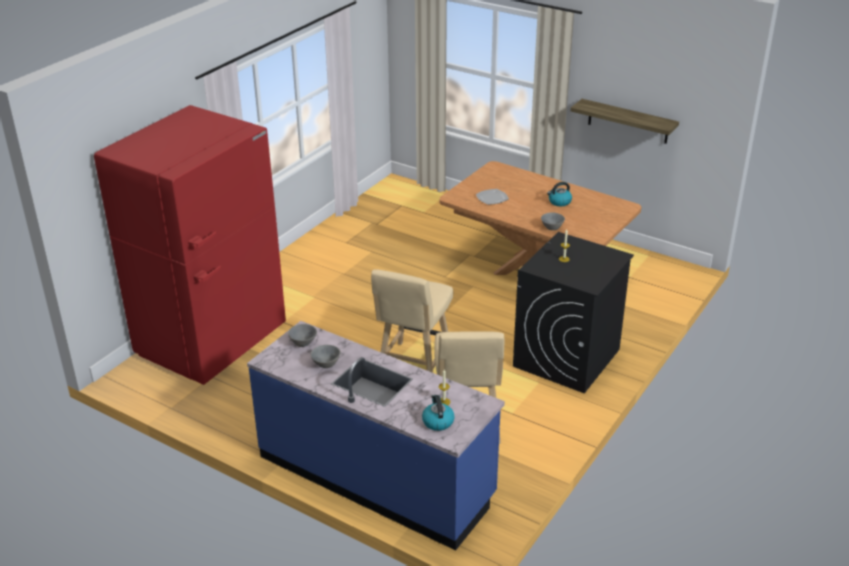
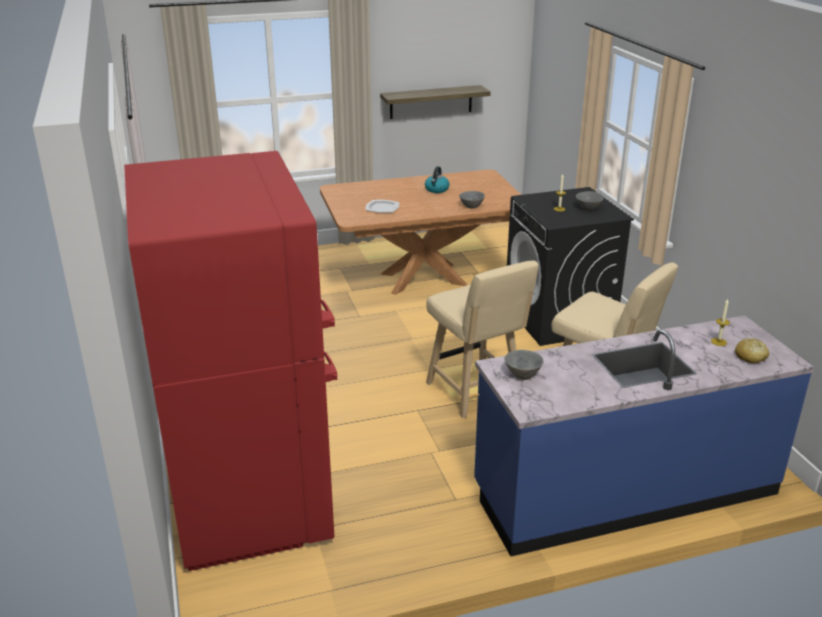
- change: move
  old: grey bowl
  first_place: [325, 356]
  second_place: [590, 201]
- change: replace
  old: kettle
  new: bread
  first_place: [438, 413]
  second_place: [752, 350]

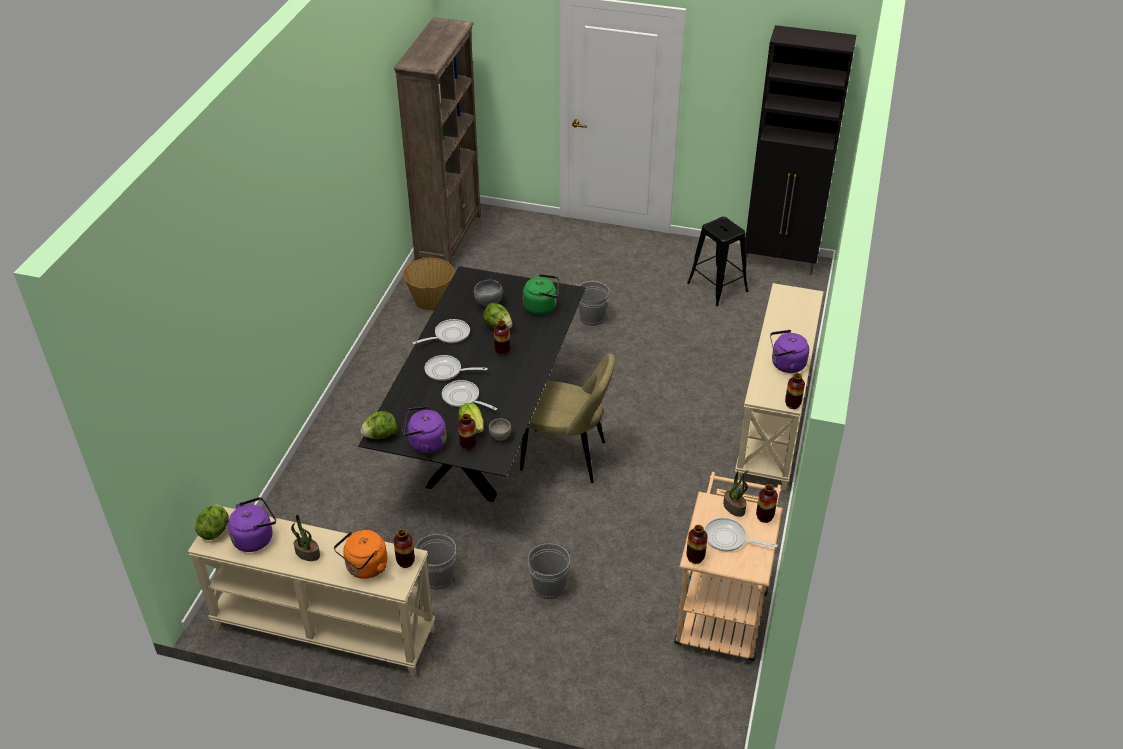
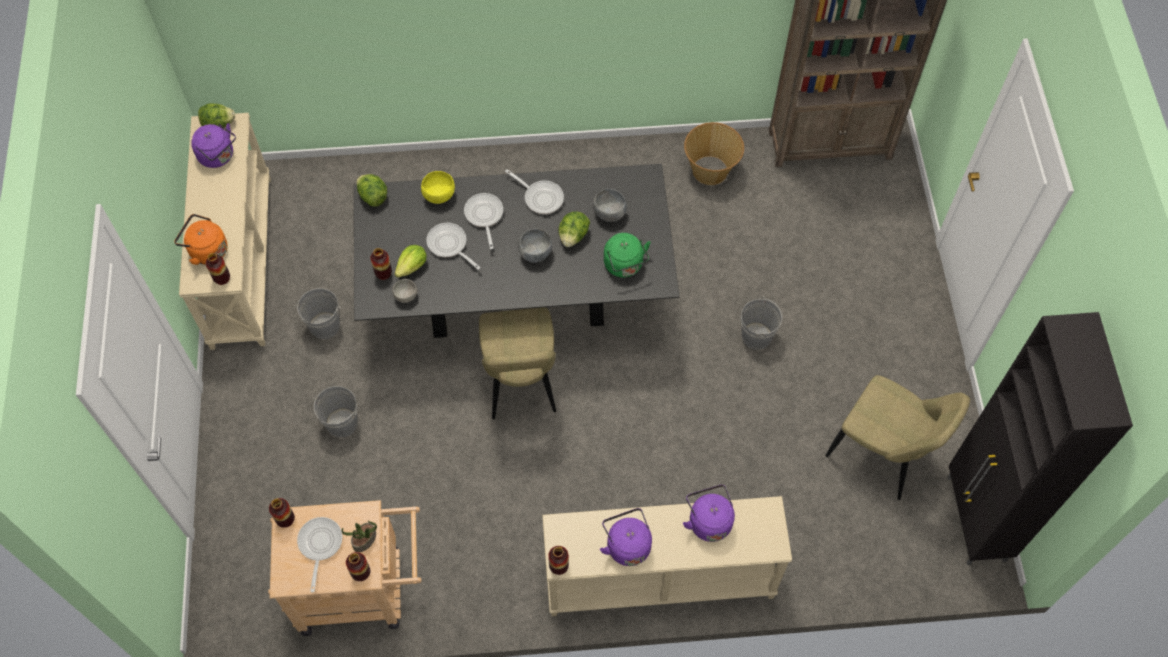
- change: delete
  old: potted plant
  first_place: [305, 538]
- change: insert
  new: yellow bowl
  second_place: [438, 187]
- change: move
  old: purple kettle
  first_place: [424, 430]
  second_place: [709, 513]
- change: replace
  old: vase
  new: grey bowl
  first_place: [502, 338]
  second_place: [535, 246]
- change: replace
  old: black stool
  new: beige chair
  first_place: [717, 261]
  second_place: [897, 437]
- change: rotate
  old: frying pan
  first_place: [470, 395]
  second_place: [453, 246]
  degrees: -60

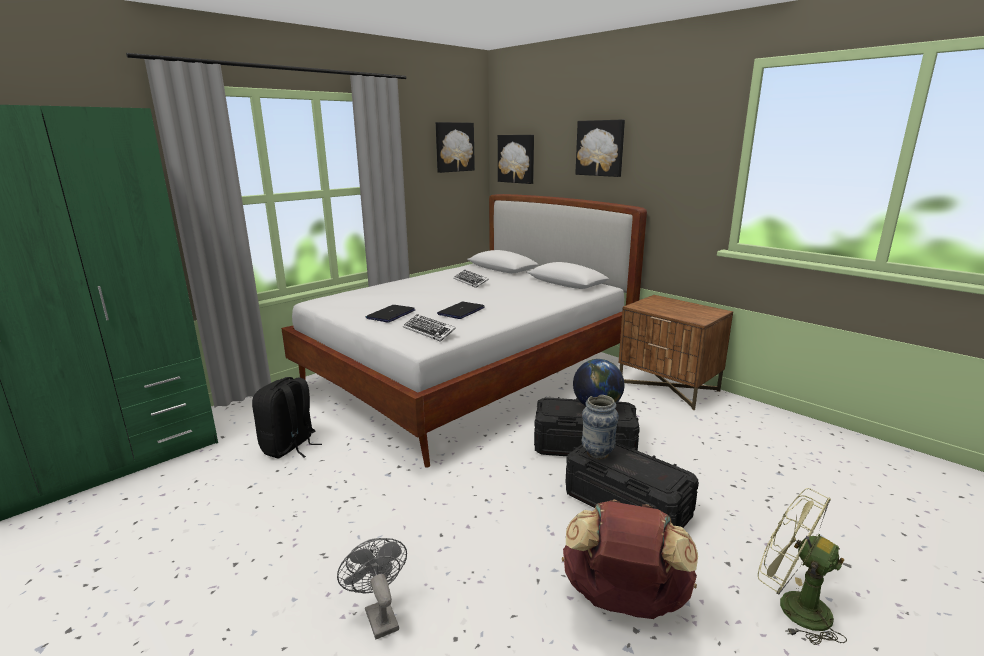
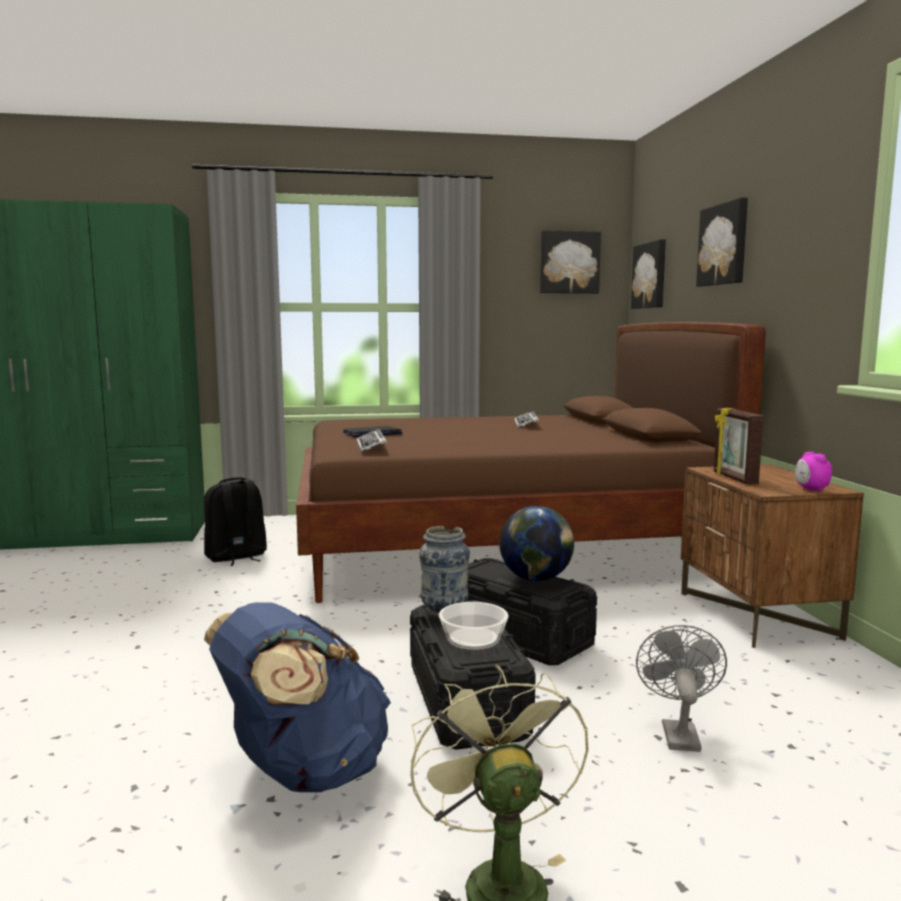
- change: delete
  old: laptop
  first_place: [461, 310]
- change: insert
  new: bowl
  second_place: [474, 626]
- change: insert
  new: picture frame
  second_place: [739, 446]
- change: insert
  new: alarm clock
  second_place: [813, 472]
- change: move
  old: grey fan
  first_place: [372, 589]
  second_place: [681, 688]
- change: recolor
  old: white bed
  new: brown bed
  first_place: [464, 331]
  second_place: [531, 462]
- change: recolor
  old: brown backpack
  new: blue backpack
  first_place: [630, 559]
  second_place: [297, 697]

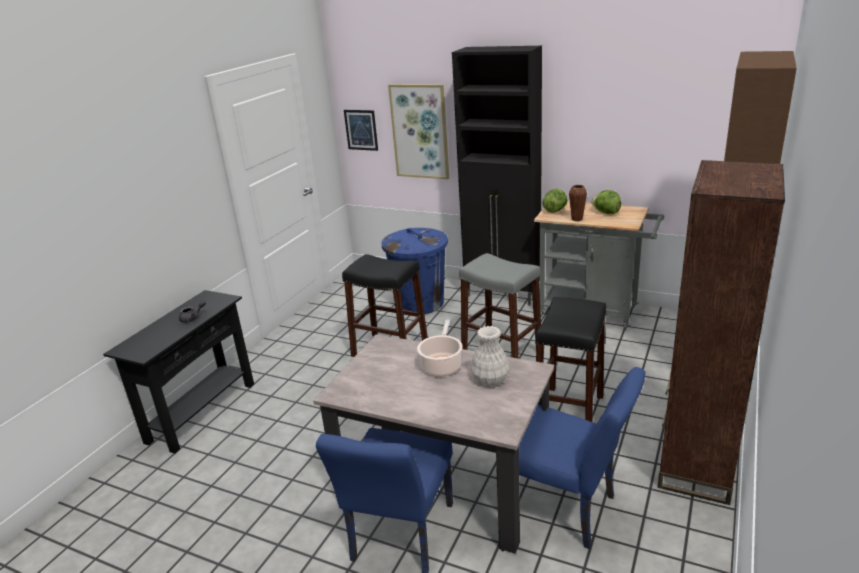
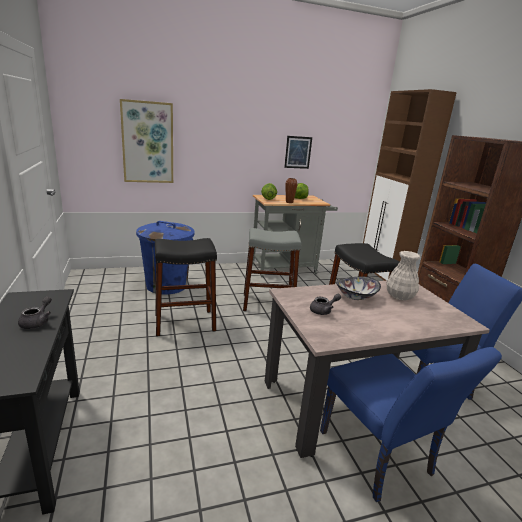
- change: delete
  old: black cabinet
  first_place: [497, 175]
- change: insert
  new: grey teapot
  second_place: [325, 304]
- change: move
  old: picture
  first_place: [361, 130]
  second_place: [298, 152]
- change: replace
  old: cooking pot
  new: bowl
  first_place: [440, 348]
  second_place: [358, 288]

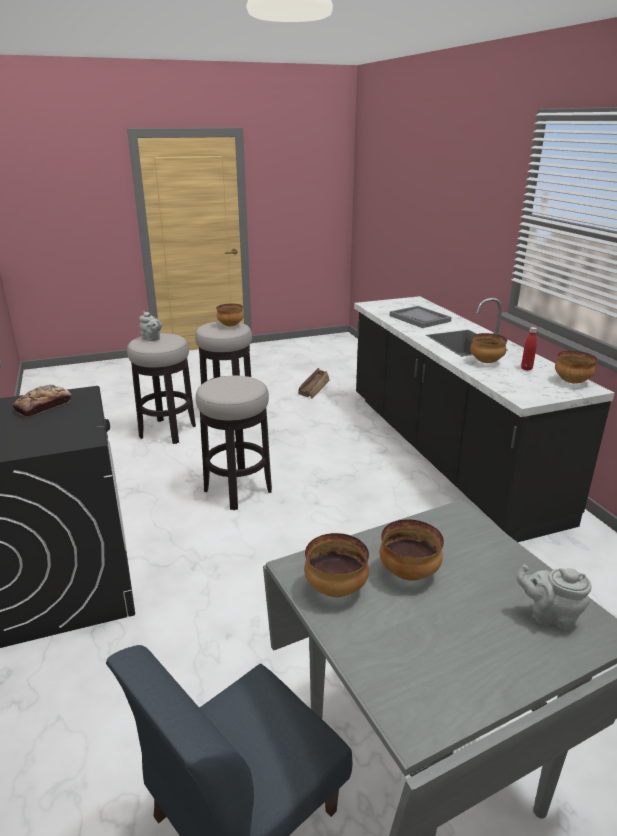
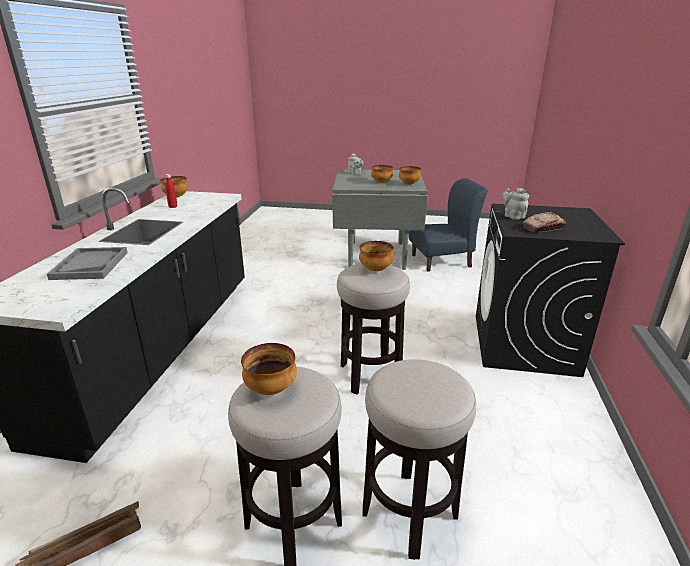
- change: move
  old: grey teapot
  first_place: [150, 326]
  second_place: [516, 204]
- change: move
  old: bowl
  first_place: [488, 348]
  second_place: [376, 256]

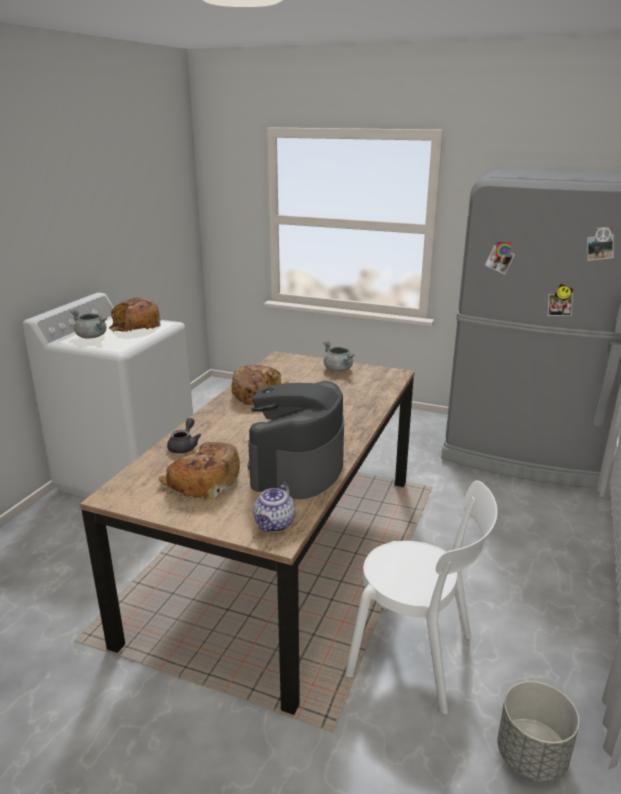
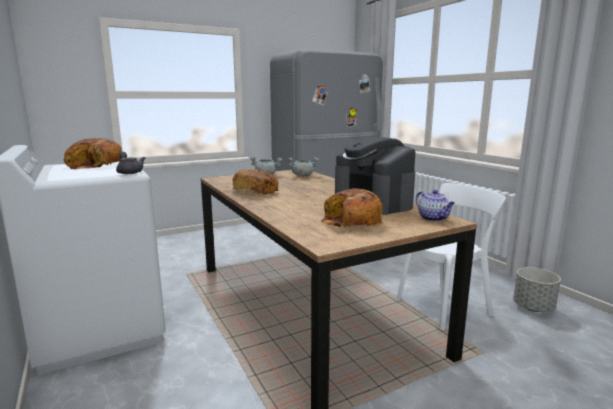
- change: move
  old: grey cooking pot
  first_place: [88, 324]
  second_place: [303, 166]
- change: move
  old: grey teapot
  first_place: [184, 436]
  second_place: [130, 163]

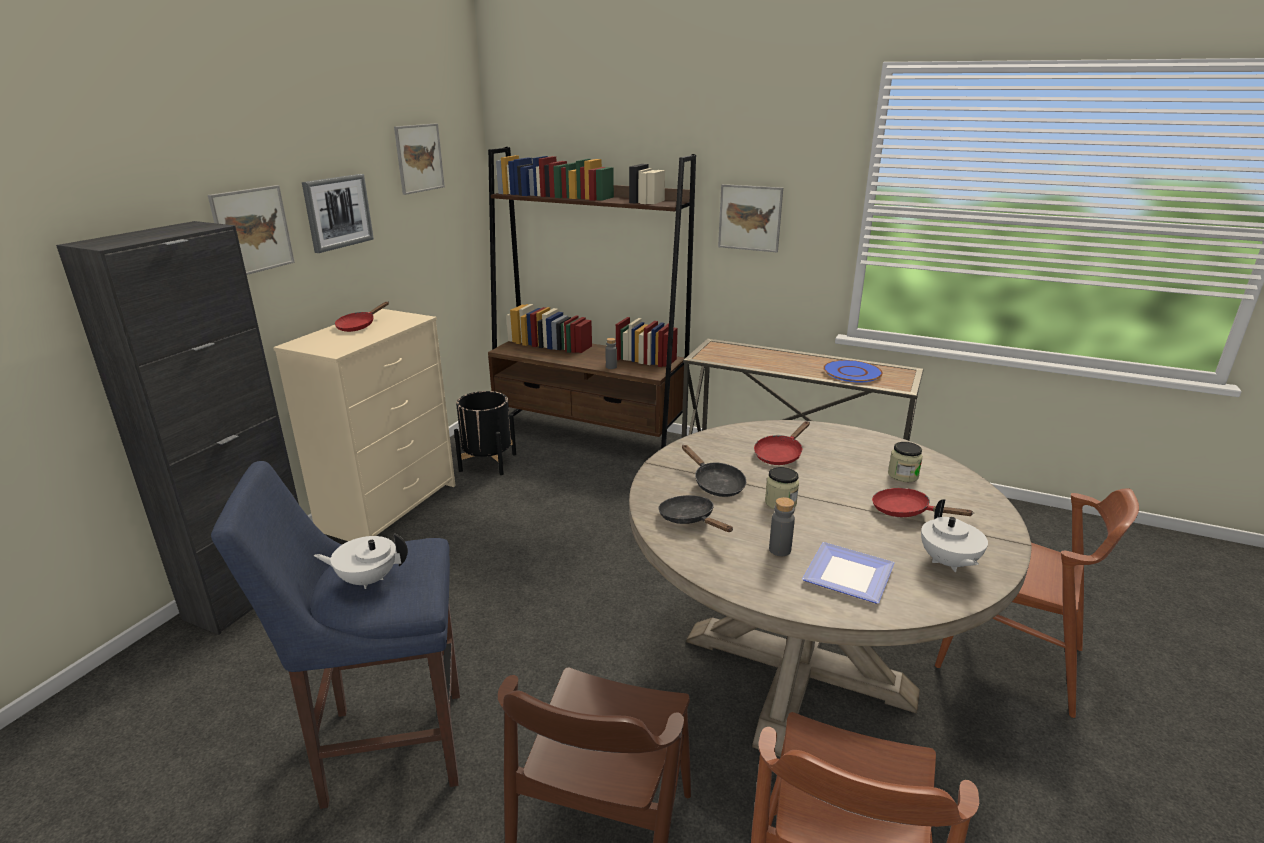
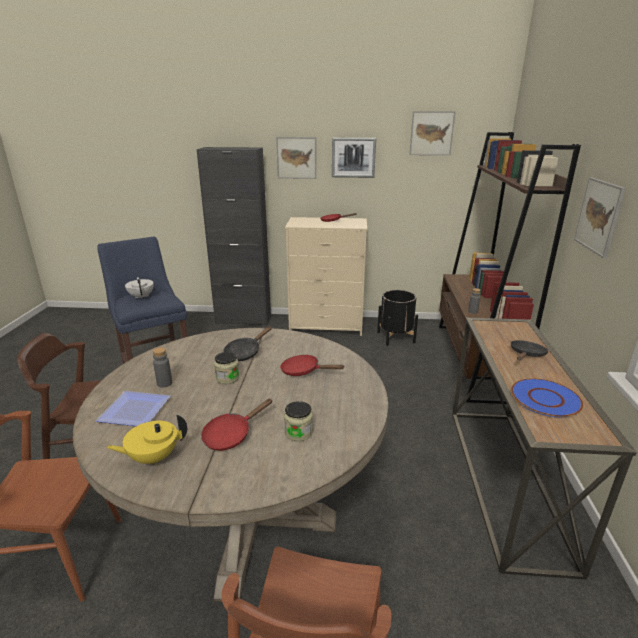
- change: move
  old: black frying pan
  first_place: [695, 513]
  second_place: [529, 350]
- change: recolor
  old: white teapot
  new: yellow teapot
  first_place: [954, 535]
  second_place: [146, 440]
- change: rotate
  old: red frying pan
  first_place: [923, 502]
  second_place: [237, 425]
  degrees: -150

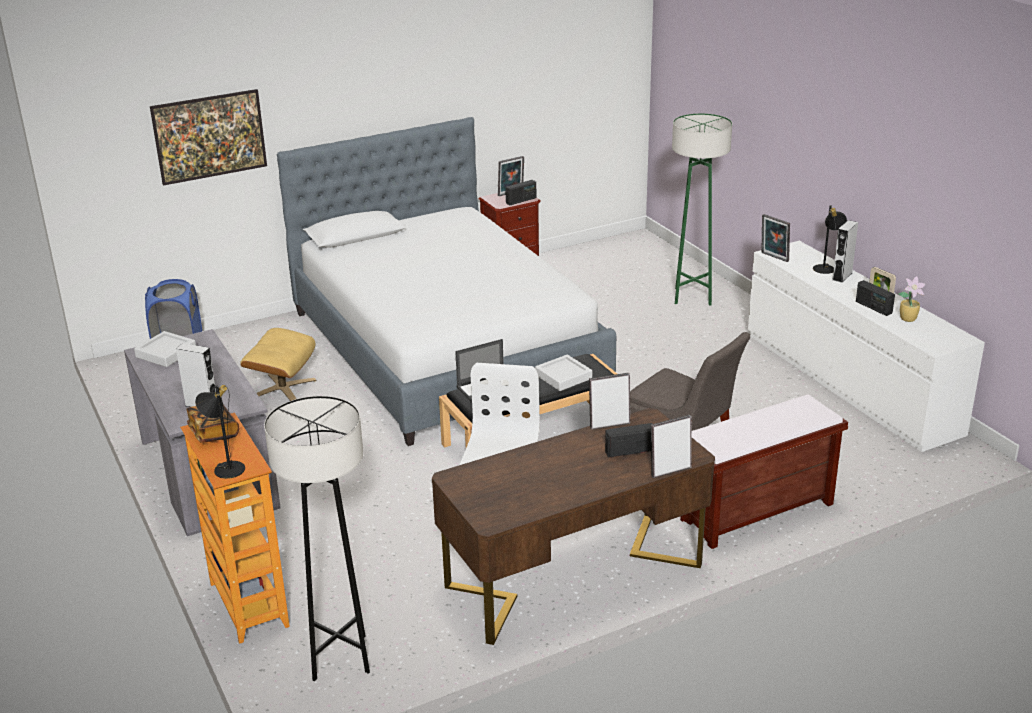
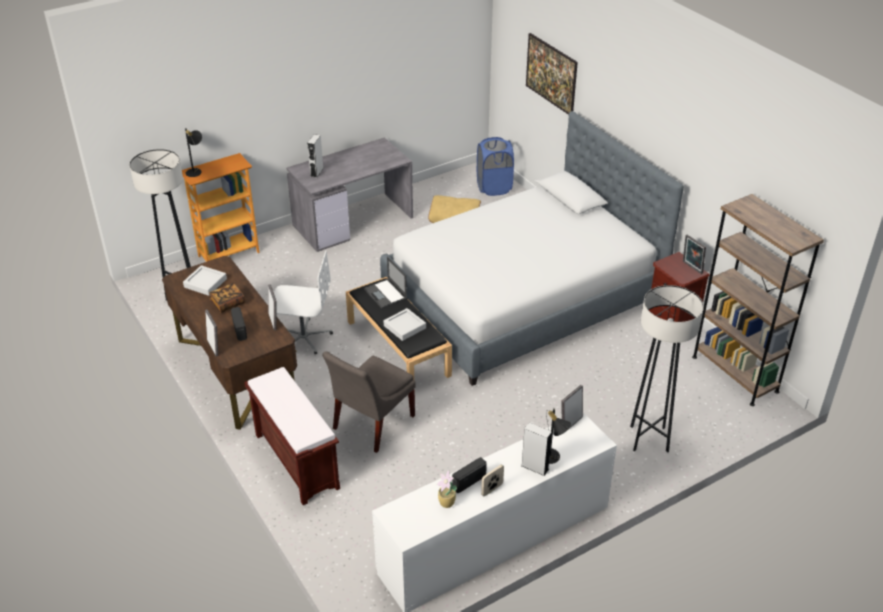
- change: delete
  old: radio
  first_place: [520, 192]
- change: insert
  new: brown bookcase
  second_place: [758, 300]
- change: move
  old: grey tray
  first_place: [165, 349]
  second_place: [205, 280]
- change: move
  old: book
  first_place: [212, 424]
  second_place: [227, 298]
- change: recolor
  old: green floor lamp
  new: grey floor lamp
  first_place: [702, 209]
  second_place: [667, 368]

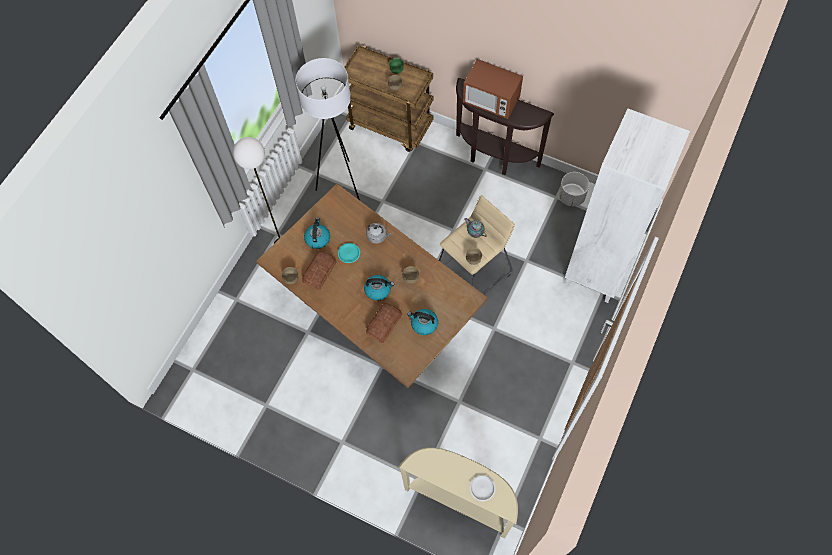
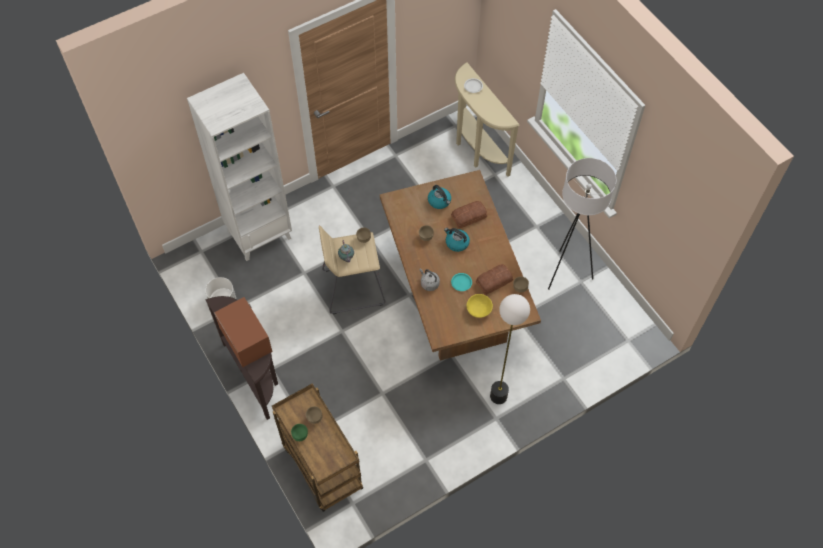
- change: move
  old: white floor lamp
  first_place: [327, 129]
  second_place: [582, 224]
- change: replace
  old: kettle
  new: yellow bowl
  first_place: [317, 233]
  second_place: [479, 306]

